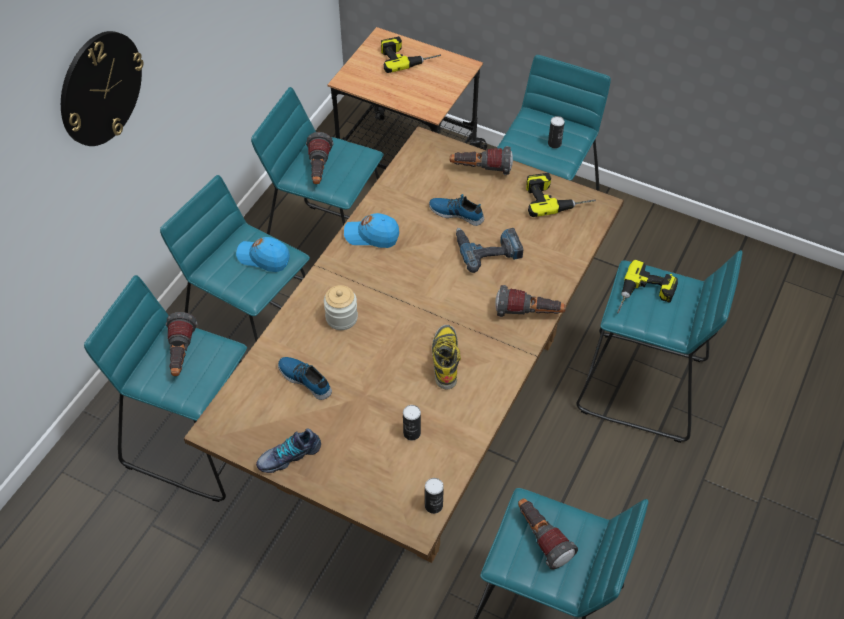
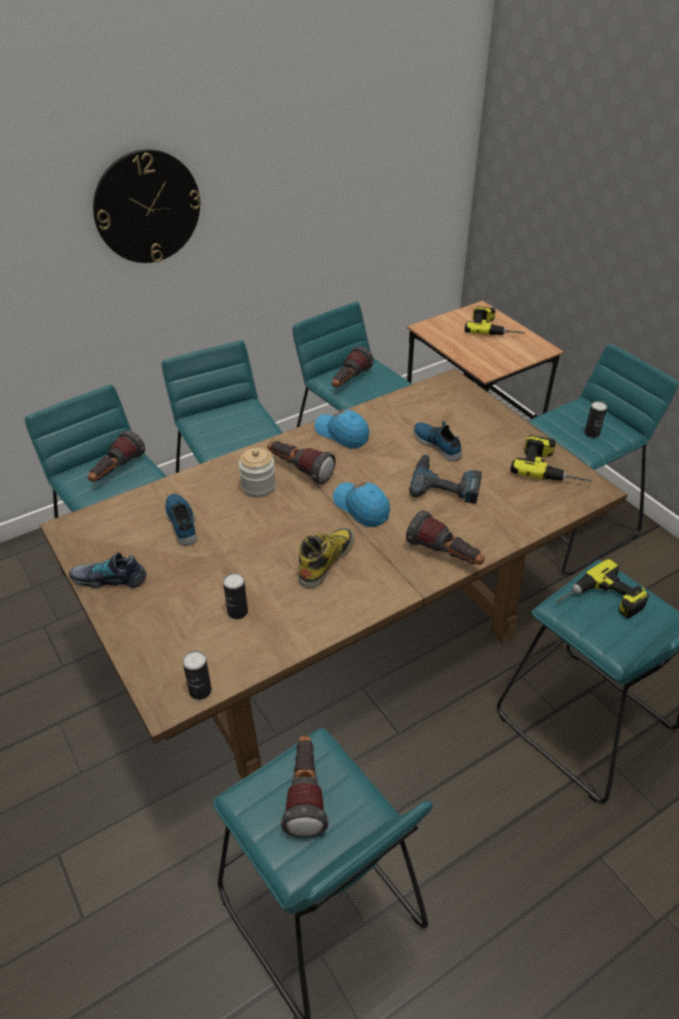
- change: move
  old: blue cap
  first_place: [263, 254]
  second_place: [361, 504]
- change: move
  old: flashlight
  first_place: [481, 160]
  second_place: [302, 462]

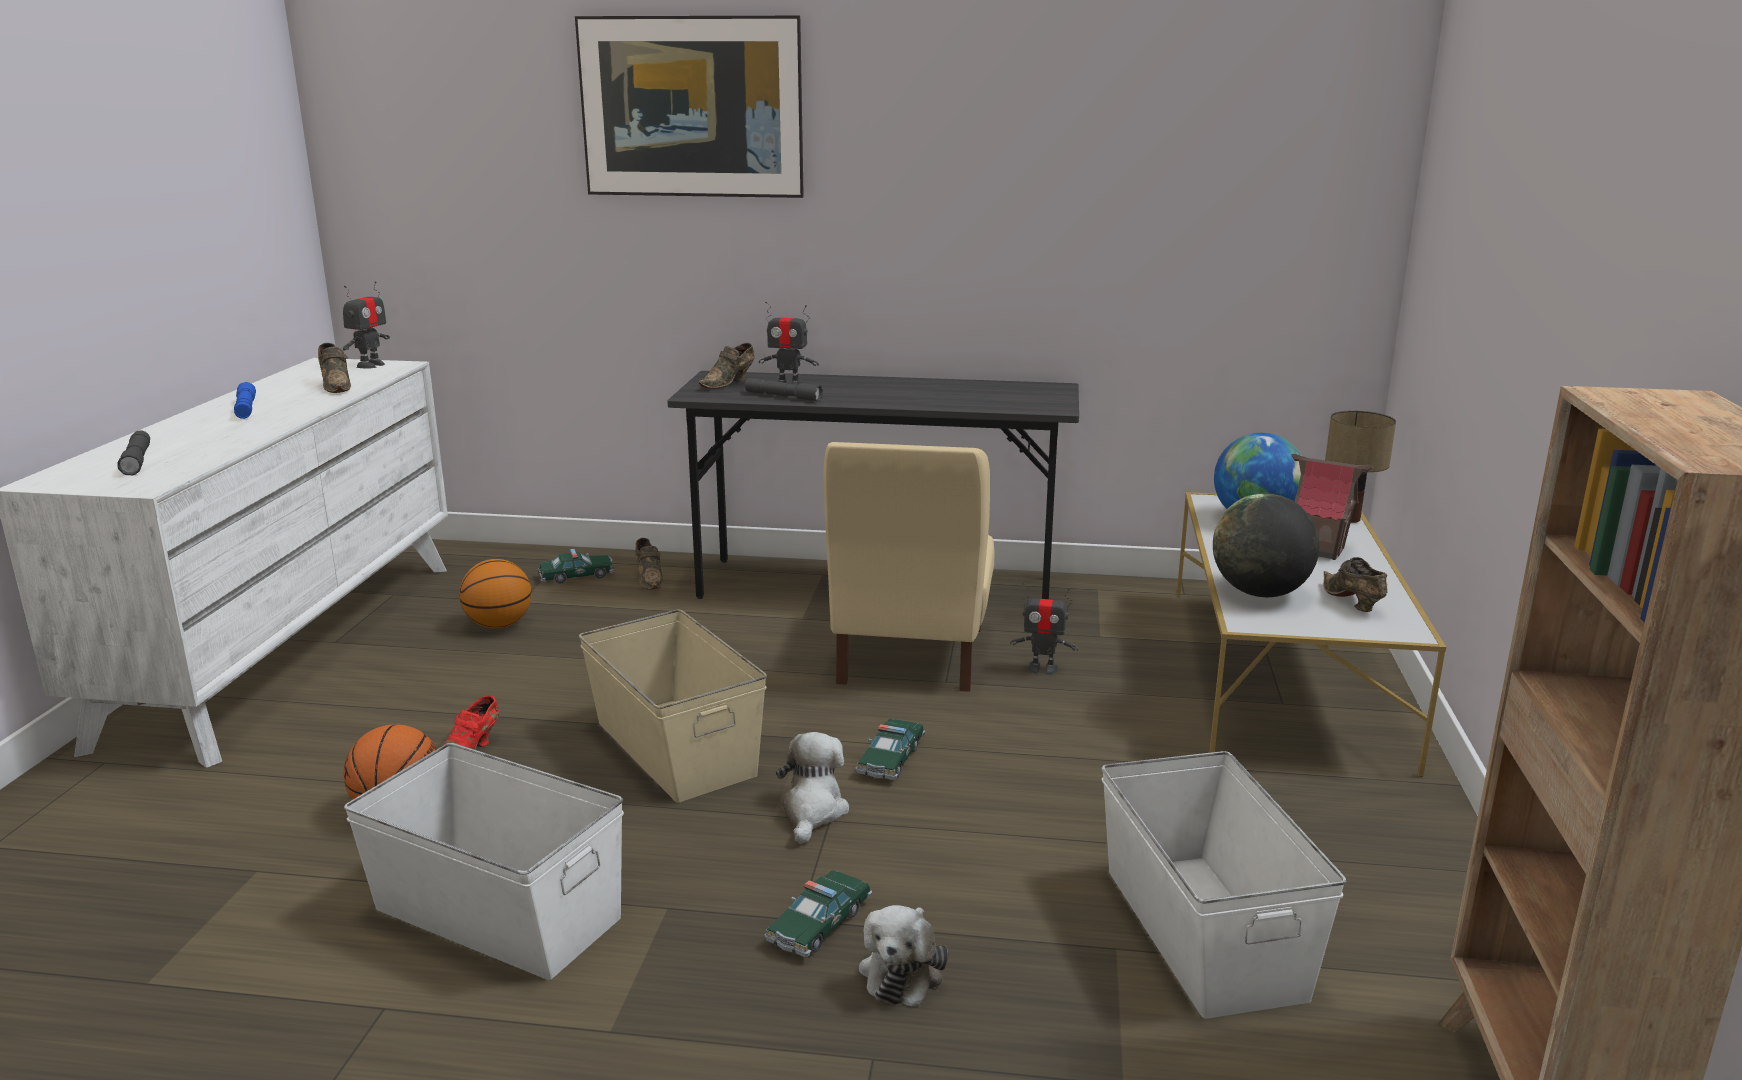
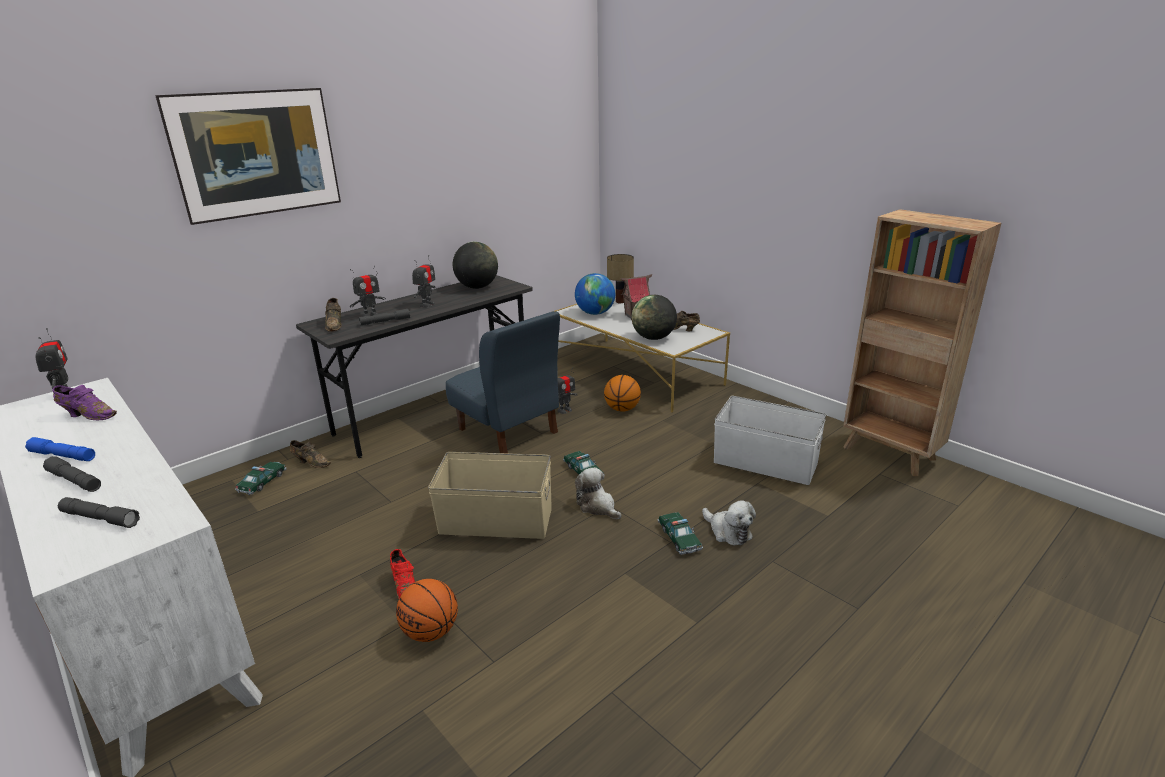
- change: delete
  old: white storage box
  first_place: [484, 861]
- change: insert
  new: grey flashlight
  second_place: [72, 474]
- change: insert
  new: toy robot
  second_place: [423, 281]
- change: insert
  new: globe
  second_place: [475, 265]
- change: move
  old: basketball
  first_place: [495, 593]
  second_place: [622, 393]
- change: recolor
  old: brown shoe
  new: purple shoe
  first_place: [334, 368]
  second_place: [84, 402]
- change: recolor
  old: beige chair
  new: blue chair
  first_place: [909, 567]
  second_place: [503, 382]

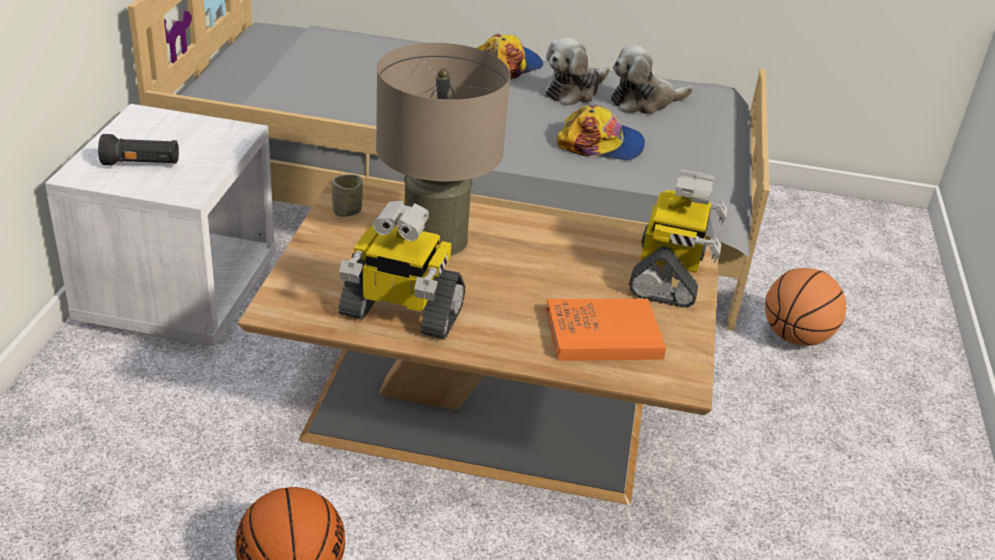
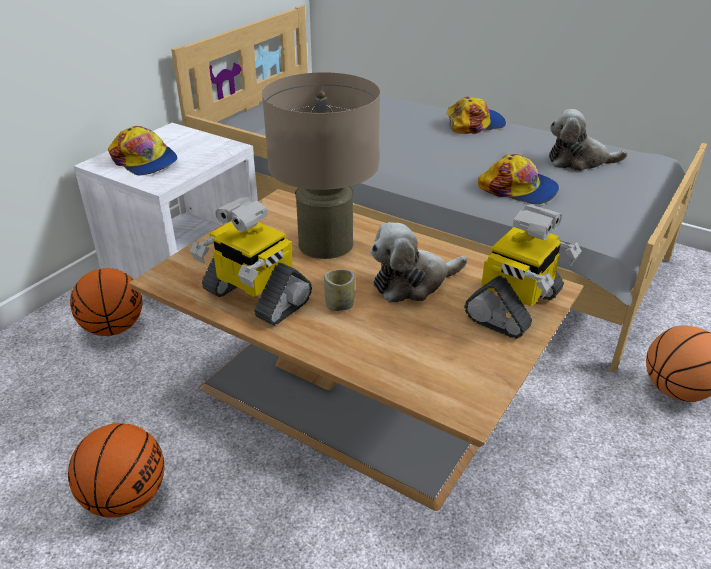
- change: delete
  old: orange book
  first_place: [606, 330]
- change: insert
  new: basketball
  second_place: [106, 302]
- change: move
  old: cup
  first_place: [347, 195]
  second_place: [339, 290]
- change: move
  old: plush toy
  first_place: [577, 72]
  second_place: [418, 262]
- change: replace
  old: black flashlight
  new: cap
  first_place: [138, 149]
  second_place: [143, 150]

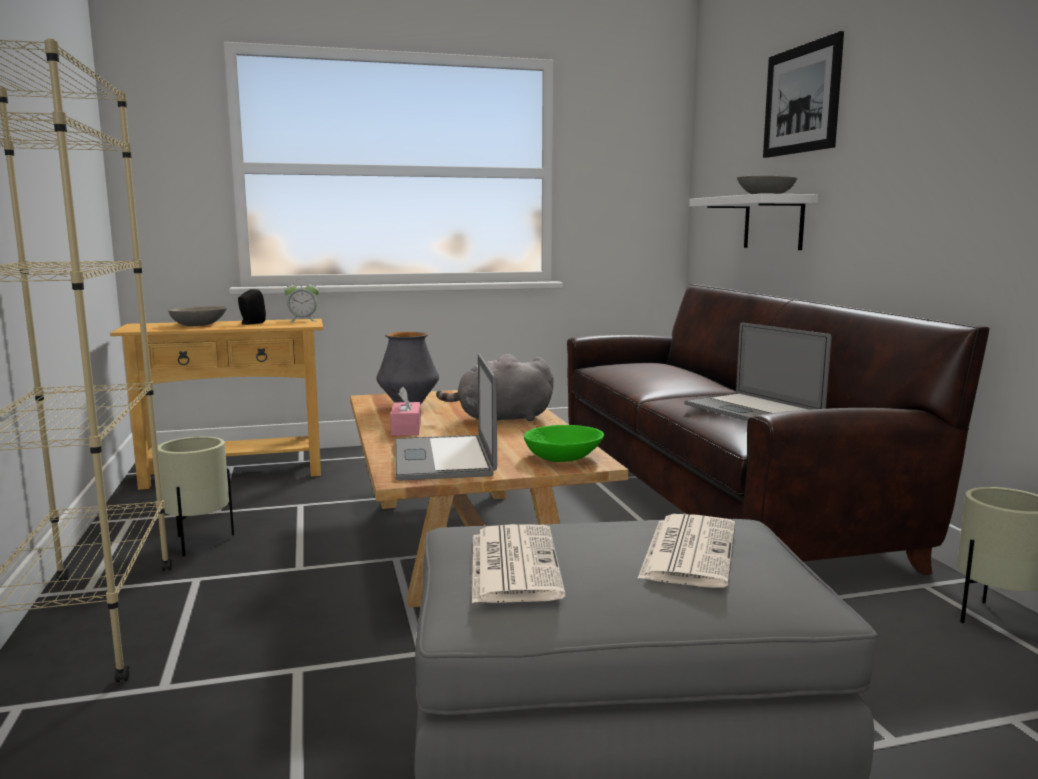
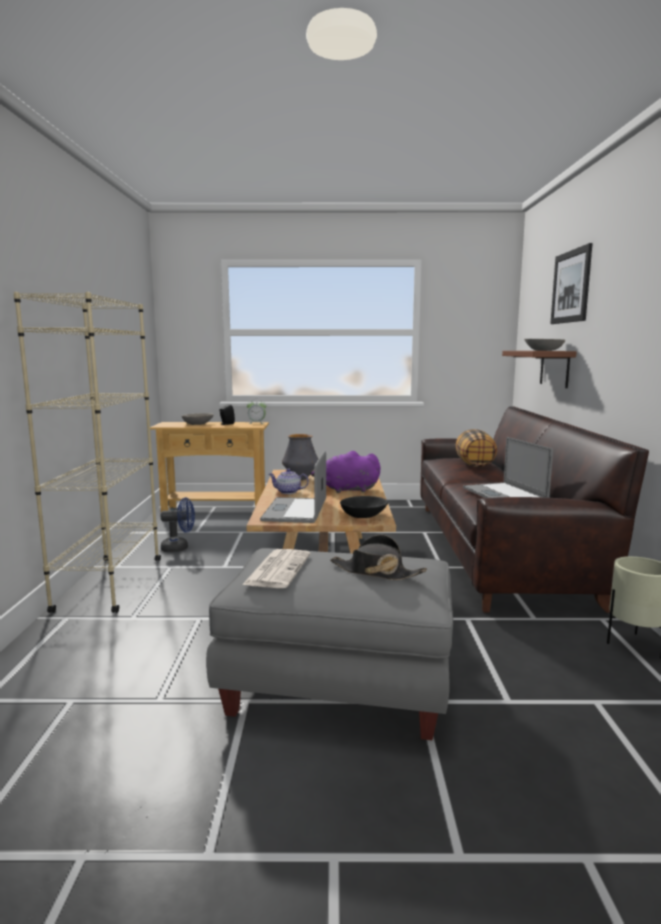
- change: insert
  new: pillow
  second_place: [476, 448]
- change: replace
  old: beige planter
  new: blue fan
  first_place: [196, 496]
  second_place: [178, 524]
- change: replace
  old: pink tissue box
  new: teapot
  first_place: [405, 411]
  second_place: [289, 481]
- change: replace
  old: newspaper
  new: black hat
  first_place: [686, 551]
  second_place: [378, 557]
- change: recolor
  old: grey plush toy
  new: purple plush toy
  first_place: [495, 387]
  second_place: [345, 472]
- change: recolor
  old: green bowl
  new: black bowl
  first_place: [564, 443]
  second_place: [364, 507]
- change: recolor
  old: white shelf
  new: brown shelf
  first_place: [753, 221]
  second_place: [539, 369]

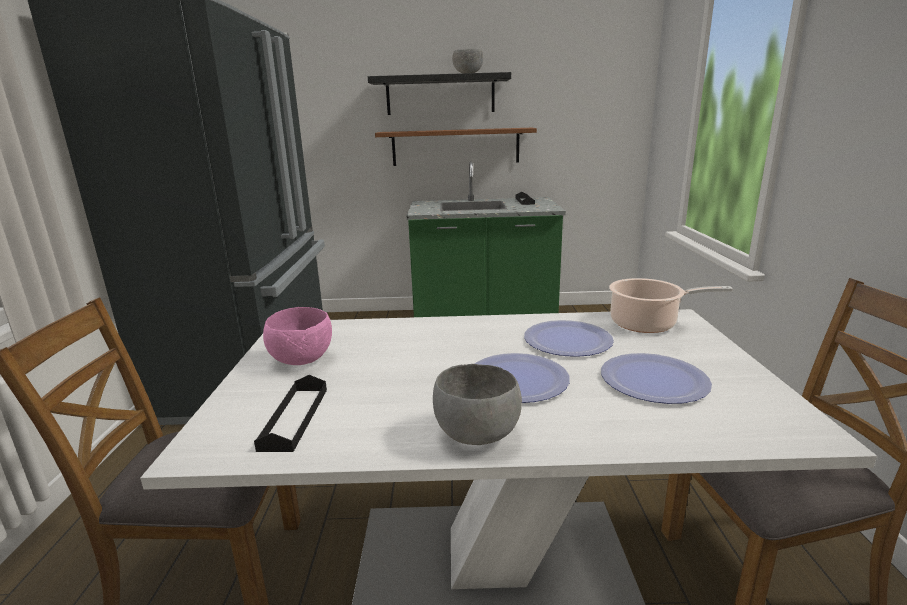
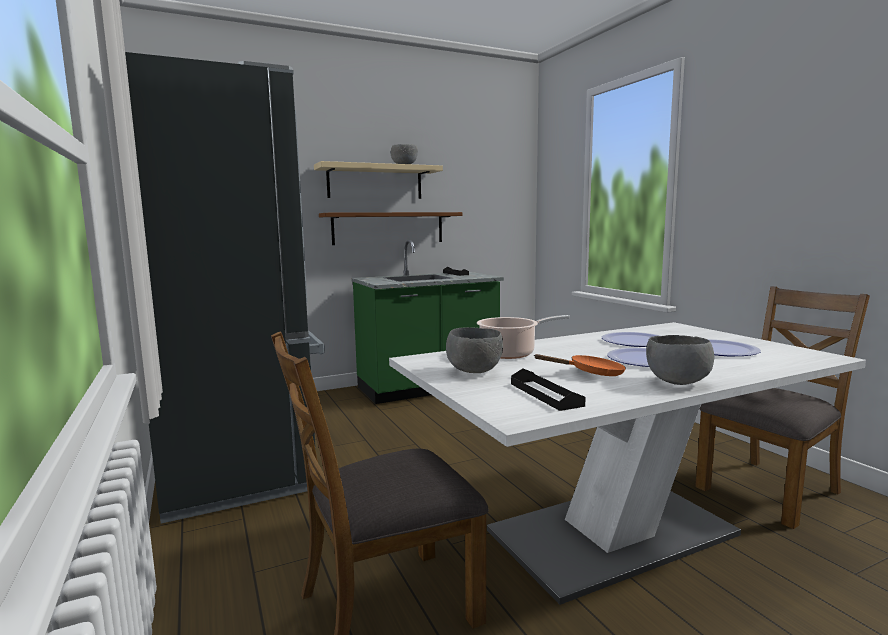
- change: insert
  new: orange frying pan
  second_place: [580, 365]
- change: move
  old: cooking pot
  first_place: [671, 305]
  second_place: [523, 337]
- change: recolor
  old: pink bowl
  new: grey bowl
  first_place: [297, 336]
  second_place: [474, 350]
- change: recolor
  old: black shelf
  new: beige shelf
  first_place: [439, 93]
  second_place: [378, 180]

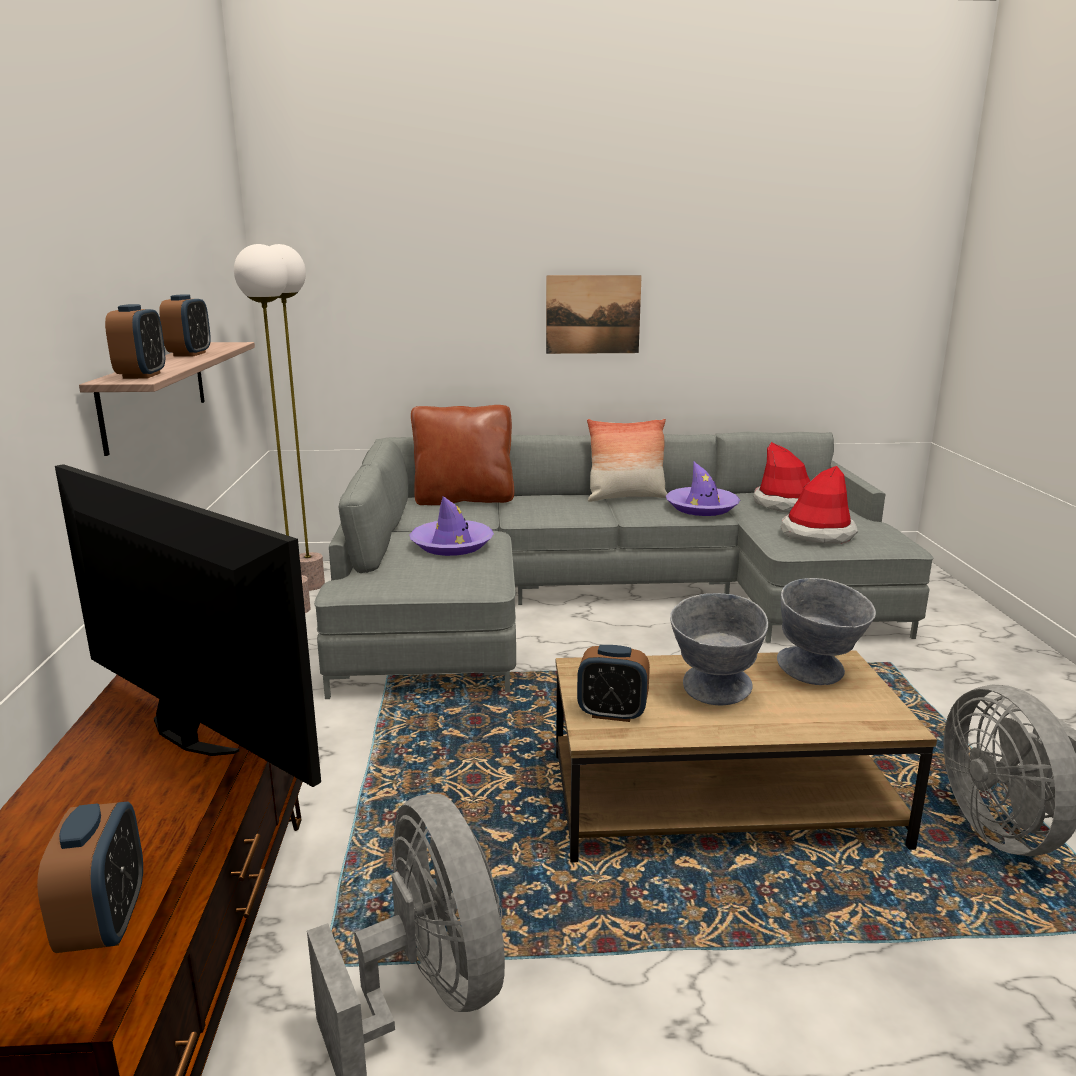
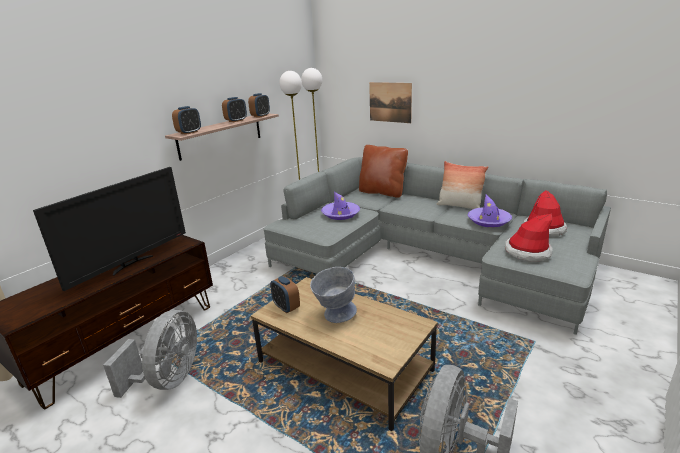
- change: delete
  old: grey bowl
  first_place: [826, 631]
- change: move
  old: alarm clock
  first_place: [90, 877]
  second_place: [259, 105]
- change: move
  old: picture
  first_place: [594, 314]
  second_place: [390, 102]
- change: rotate
  old: television
  first_place: [188, 625]
  second_place: [109, 229]
  degrees: 45

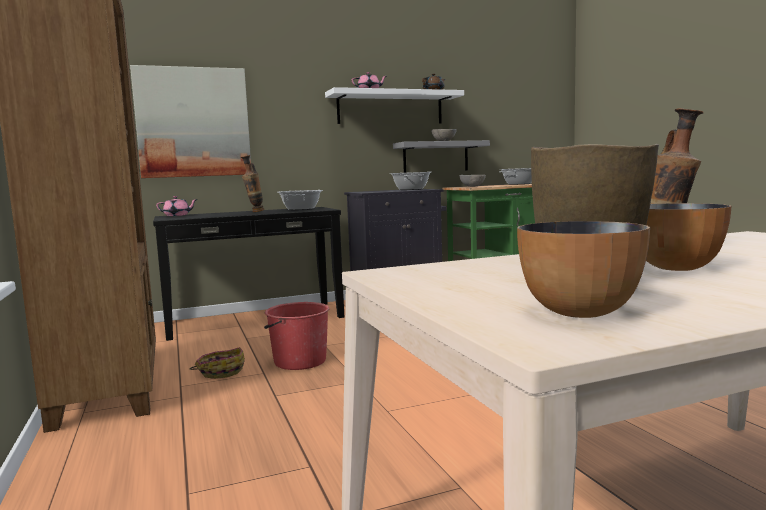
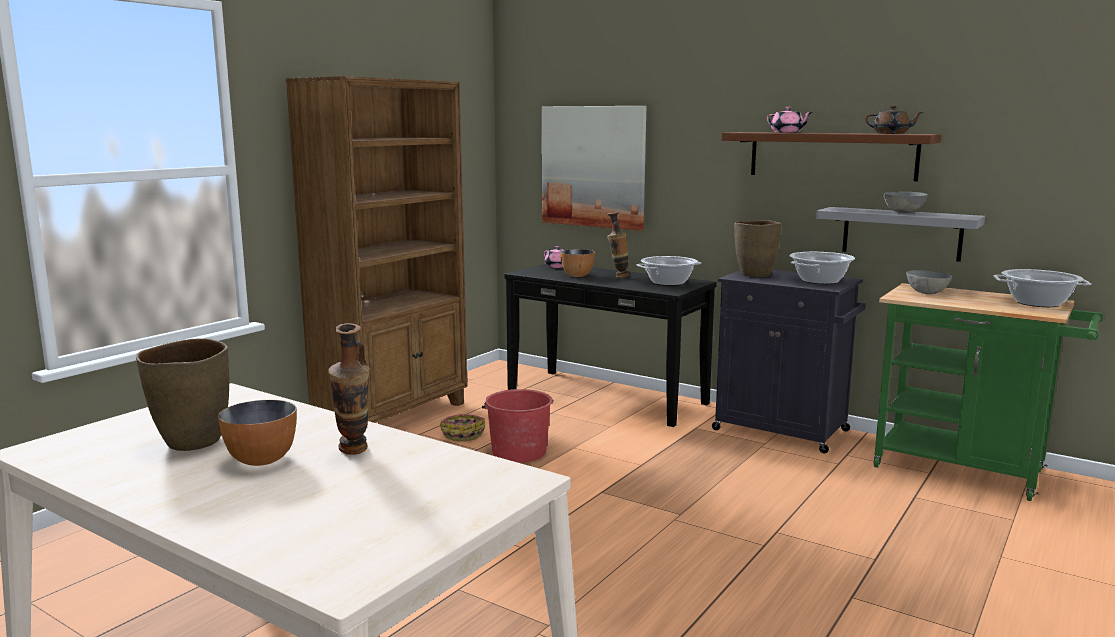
- change: insert
  new: brown vase
  second_place: [757, 248]
- change: move
  old: bowl
  first_place: [583, 269]
  second_place: [577, 263]
- change: recolor
  old: white shelf
  new: brown shelf
  first_place: [394, 105]
  second_place: [831, 156]

